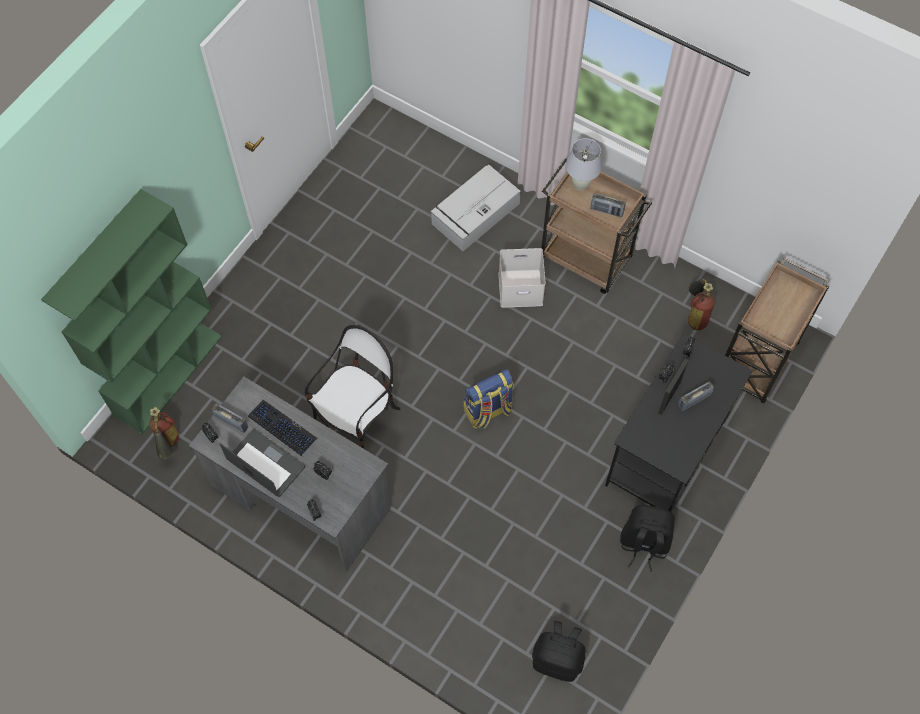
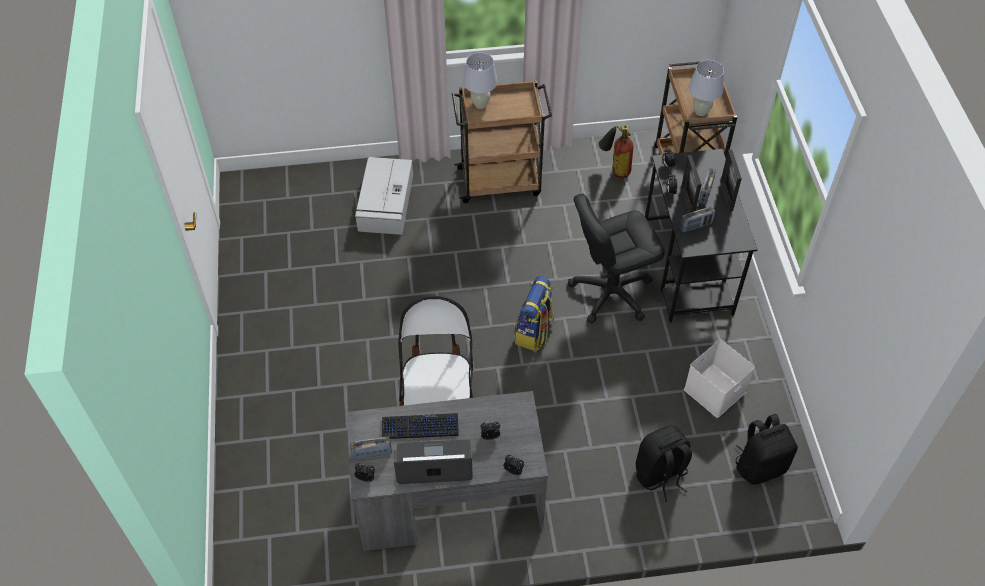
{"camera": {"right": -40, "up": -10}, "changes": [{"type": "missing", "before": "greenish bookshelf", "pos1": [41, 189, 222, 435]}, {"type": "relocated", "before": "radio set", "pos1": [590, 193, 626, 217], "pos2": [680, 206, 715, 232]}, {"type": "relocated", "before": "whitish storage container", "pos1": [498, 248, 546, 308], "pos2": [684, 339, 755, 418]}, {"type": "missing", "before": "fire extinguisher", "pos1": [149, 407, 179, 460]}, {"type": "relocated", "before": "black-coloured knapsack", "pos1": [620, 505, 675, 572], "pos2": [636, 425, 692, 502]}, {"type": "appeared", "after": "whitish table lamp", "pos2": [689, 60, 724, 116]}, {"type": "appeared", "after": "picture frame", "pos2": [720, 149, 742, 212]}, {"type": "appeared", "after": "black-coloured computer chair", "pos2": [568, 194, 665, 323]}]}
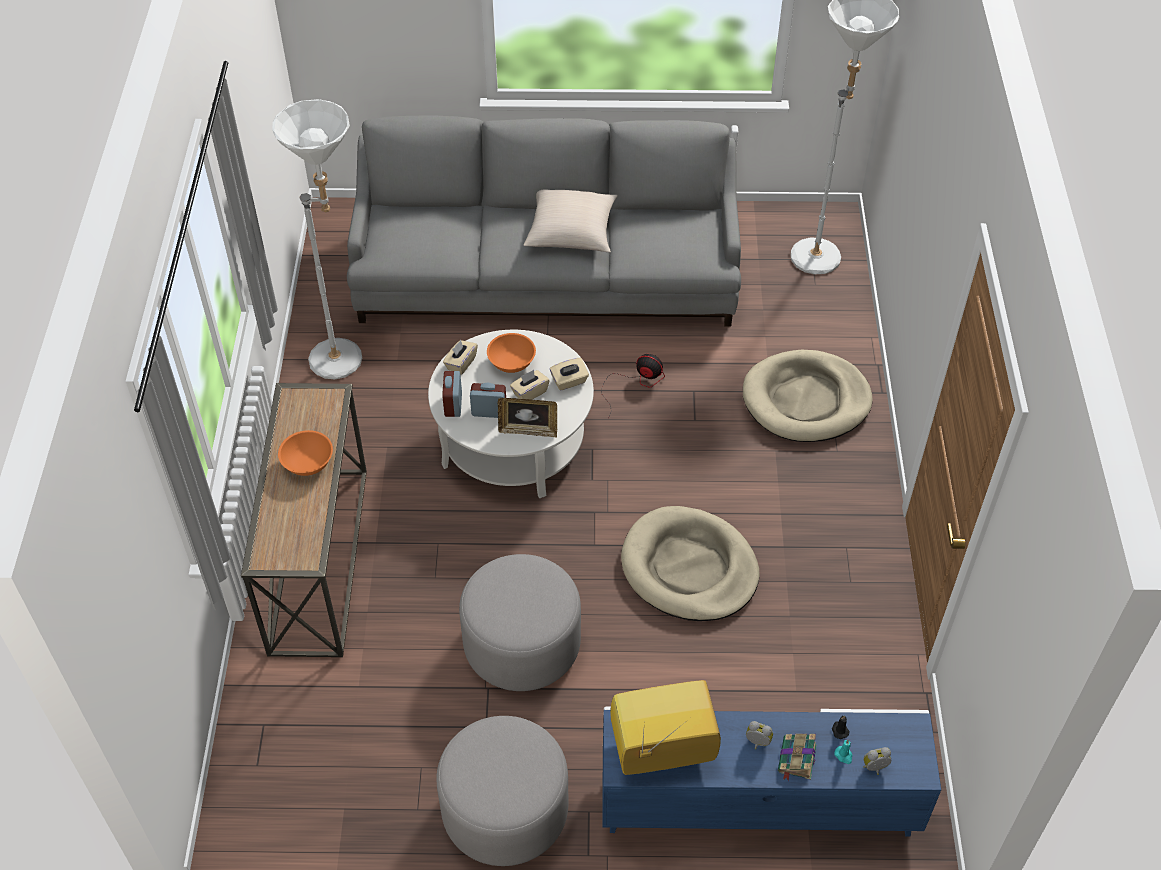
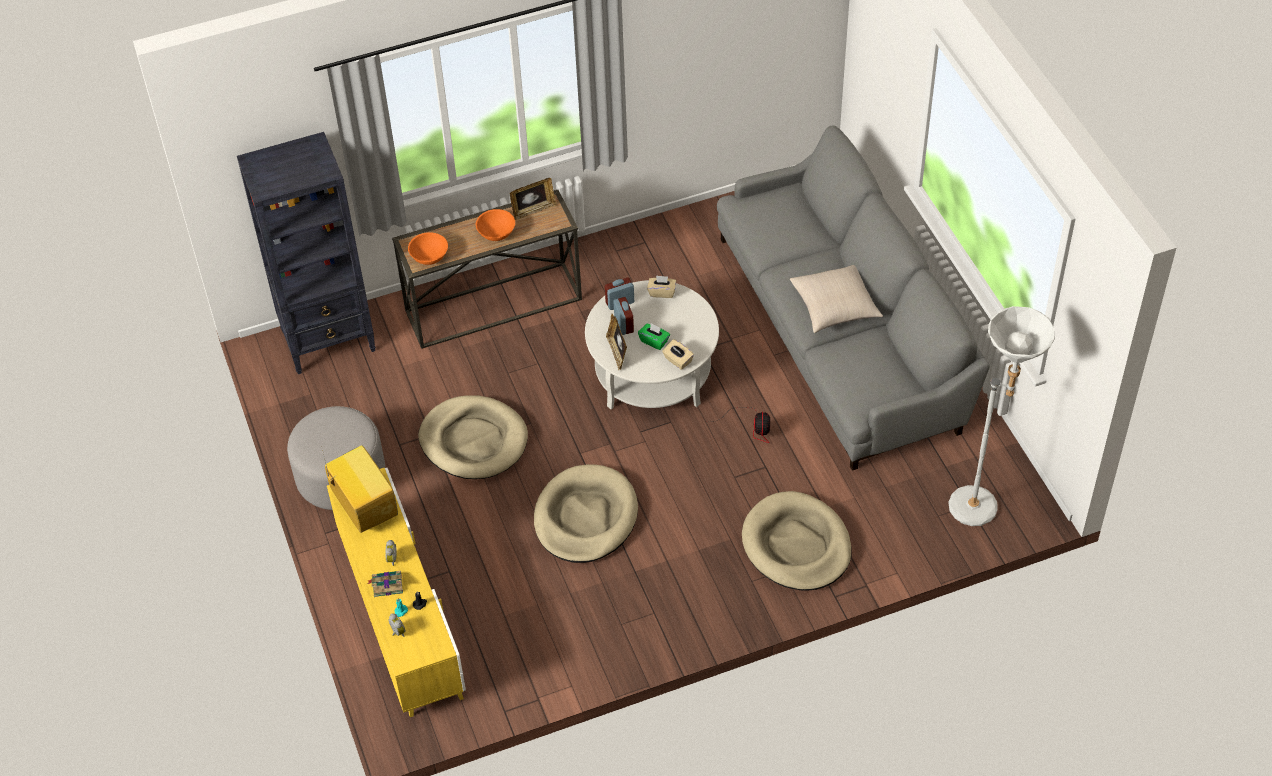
{"camera": {"right": 70, "up": 0}, "changes": [{"type": "missing", "before": "whitish standard lamp", "pos1": [272, 99, 362, 379]}, {"type": "relocated", "before": "orange deep dish", "pos1": [487, 333, 536, 373], "pos2": [408, 232, 448, 265]}, {"type": "colour", "before": "beige box of tissues", "after": "greenish box of tissues", "pos1": [510, 370, 550, 400], "pos2": [638, 323, 670, 350]}, {"type": "exchanged", "before": "greyish pouffe", "after": "beige dog cushion", "pos1": [459, 554, 581, 691], "pos2": [418, 395, 528, 479]}, {"type": "colour", "before": "bluish media console", "after": "yellowish media console", "pos1": [602, 706, 941, 837], "pos2": [327, 468, 466, 717]}, {"type": "appeared", "after": "black-coloured bookshelf", "pos2": [237, 132, 376, 374]}, {"type": "appeared", "after": "picture frame", "pos2": [510, 178, 556, 220]}]}
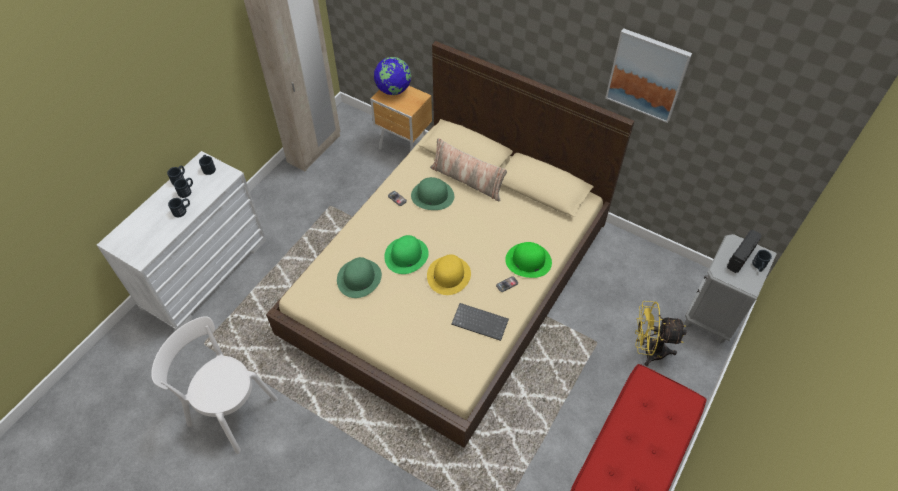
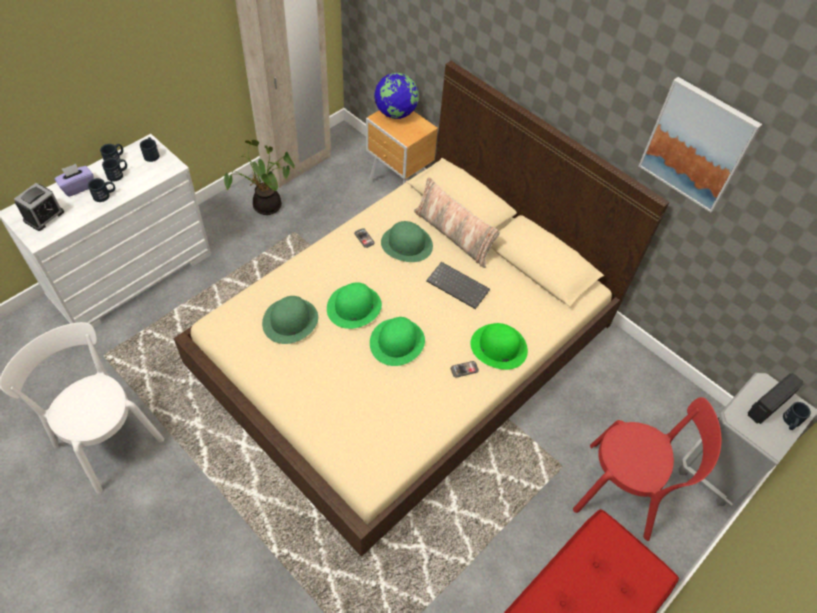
{"camera": {"right": 10, "up": 0}, "changes": [{"type": "colour", "before": "yellowish wearable hat", "after": "greenish wearable hat", "pos1": [427, 254, 471, 295], "pos2": [370, 317, 425, 366]}, {"type": "exchanged", "before": "yellowish electric fan", "after": "red-coloured upright chair", "pos1": [635, 301, 686, 366], "pos2": [573, 397, 721, 541]}, {"type": "relocated", "before": "computer keyboard", "pos1": [451, 303, 509, 341], "pos2": [426, 262, 490, 309]}, {"type": "appeared", "after": "houseplant", "pos2": [224, 140, 295, 215]}, {"type": "appeared", "after": "purple box of tissues", "pos2": [54, 164, 94, 197]}, {"type": "appeared", "after": "table clock", "pos2": [14, 183, 64, 231]}]}
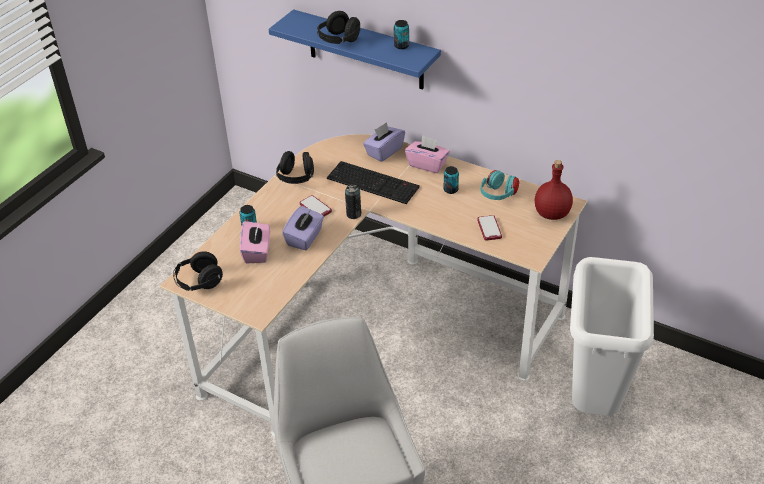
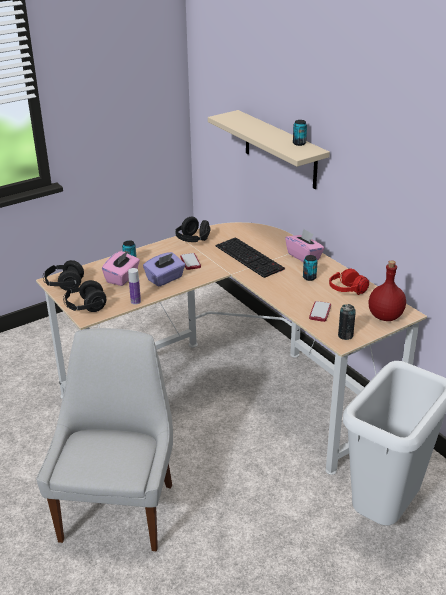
{"camera": {"right": 25, "up": -10}, "changes": [{"type": "colour", "before": "bluish wall shelf", "after": "beige wall shelf", "pos1": [268, 9, 441, 89], "pos2": [208, 110, 330, 189]}, {"type": "relocated", "before": "black-coloured headphones", "pos1": [317, 11, 360, 44], "pos2": [63, 280, 106, 312]}, {"type": "missing", "before": "purple box of tissues", "pos1": [363, 122, 405, 162]}, {"type": "colour", "before": "blue-green headphones", "after": "red-coloured headphones", "pos1": [481, 170, 519, 200], "pos2": [329, 269, 369, 295]}, {"type": "relocated", "before": "sealed can", "pos1": [345, 184, 361, 219], "pos2": [338, 304, 356, 340]}, {"type": "appeared", "after": "bottle", "pos2": [128, 268, 141, 305]}]}
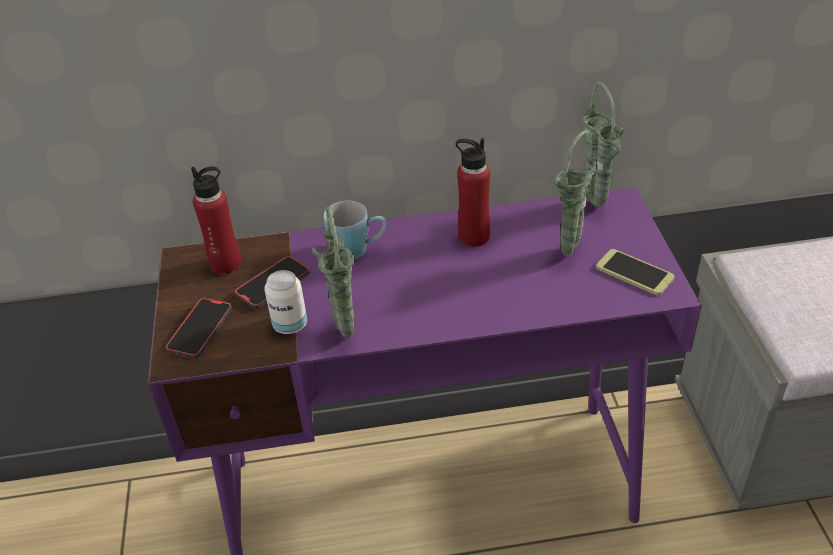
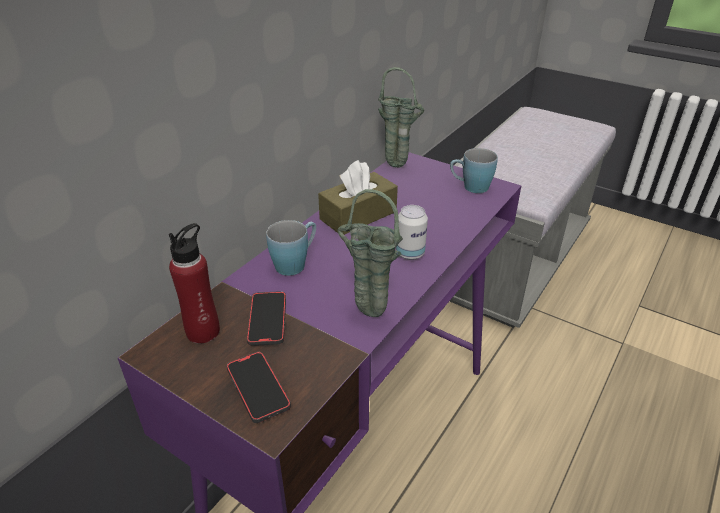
{"camera": {"right": -50, "up": -5}, "changes": [{"type": "missing", "before": "greenish vase", "pos1": [553, 130, 598, 257]}, {"type": "exchanged", "before": "red-coloured bottle", "after": "brown box of tissues", "pos1": [456, 138, 490, 247], "pos2": [318, 160, 398, 235]}, {"type": "exchanged", "before": "telephone", "after": "bluish mug", "pos1": [596, 249, 675, 295], "pos2": [450, 148, 498, 193]}, {"type": "relocated", "before": "sealed can", "pos1": [264, 270, 307, 334], "pos2": [396, 205, 428, 260]}]}
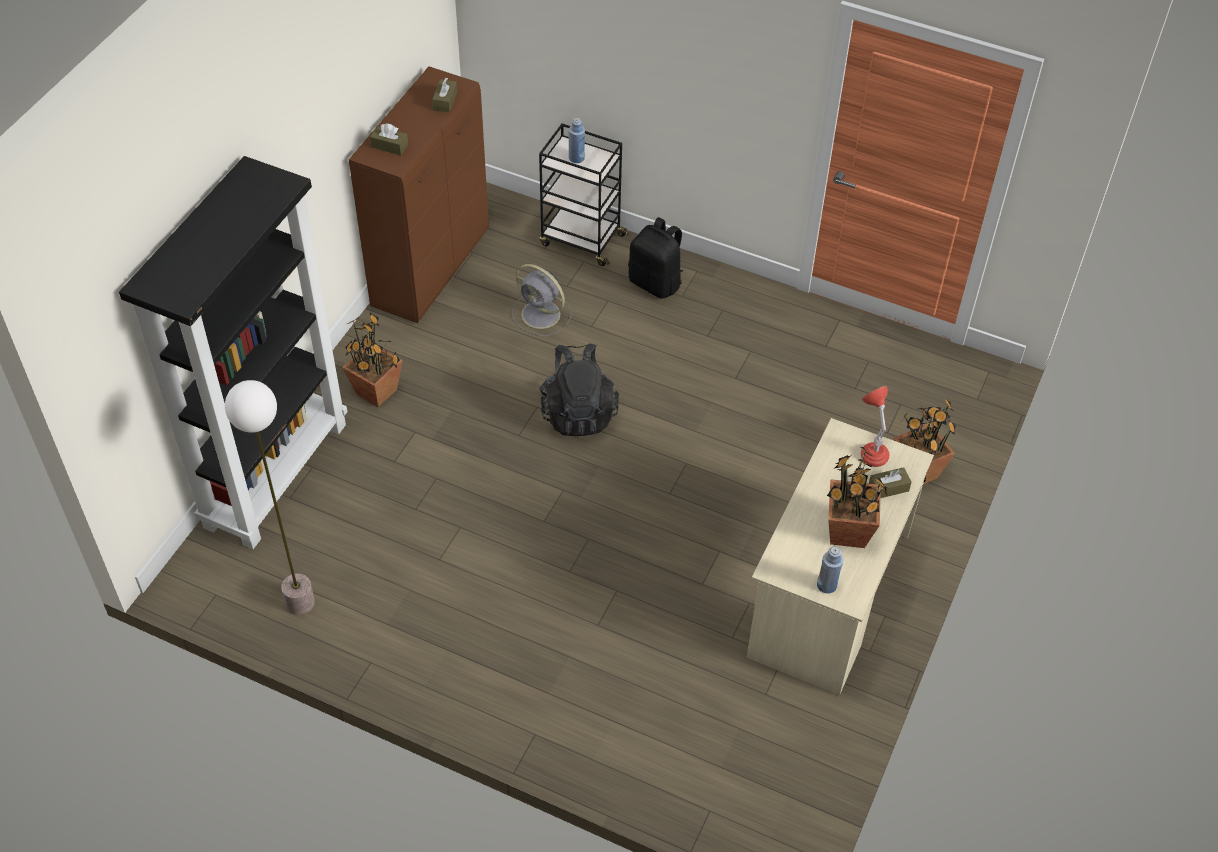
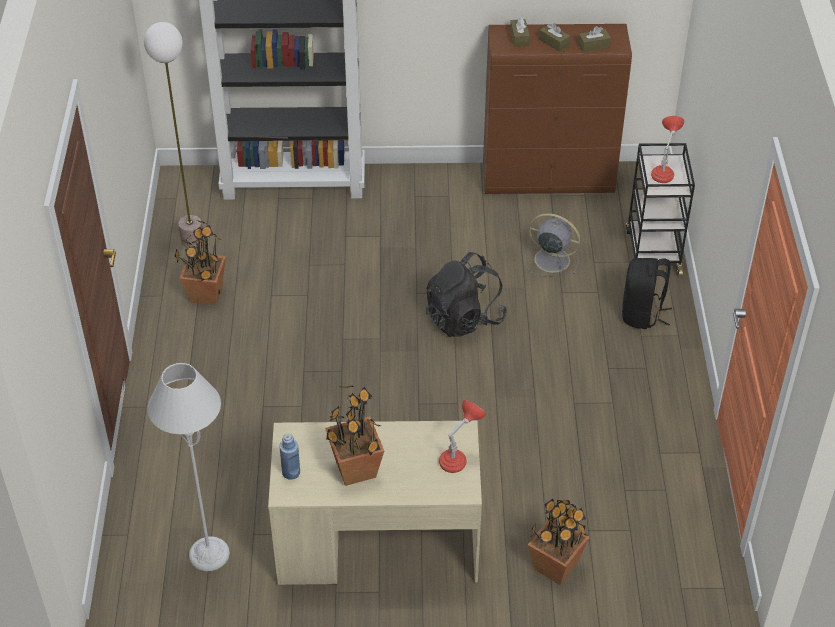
{"camera": {"right": 65, "up": -5}, "changes": [{"type": "exchanged", "before": "bluish bottle", "after": "red-coloured table lamp", "pos1": [569, 118, 585, 163], "pos2": [651, 116, 684, 183]}, {"type": "spun", "before": "greyish electric fan", "pos1": [512, 264, 572, 336], "pos2": [525, 213, 580, 277], "turn": 105}, {"type": "relocated", "before": "houseplant", "pos1": [342, 313, 403, 407], "pos2": [175, 219, 226, 305]}, {"type": "relocated", "before": "brown box of tissues", "pos1": [869, 467, 912, 498], "pos2": [539, 23, 571, 52]}, {"type": "appeared", "after": "greyish standard lamp", "pos2": [147, 363, 230, 571]}]}
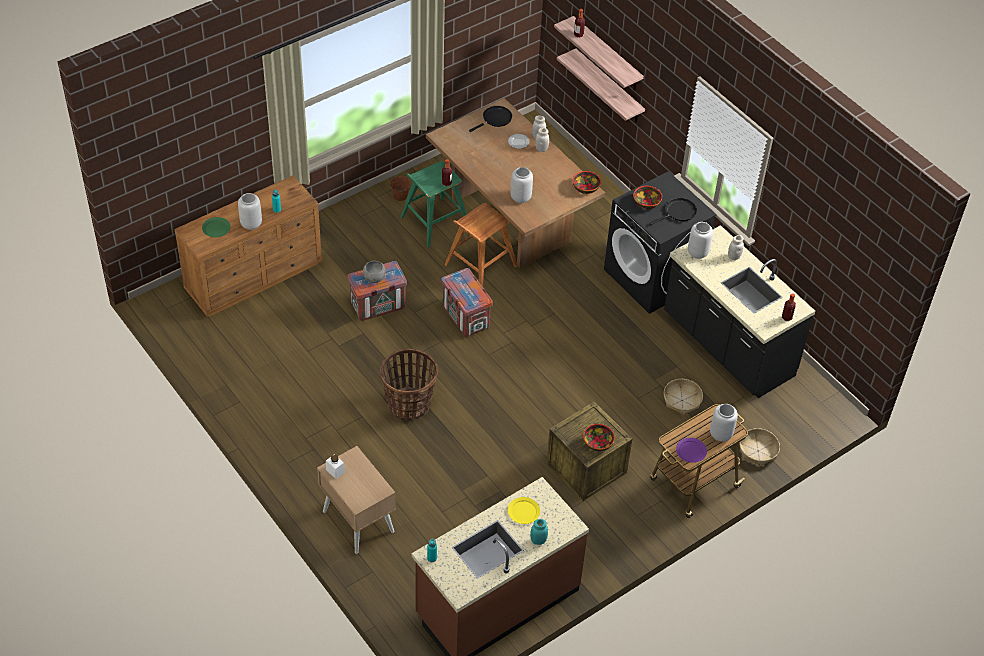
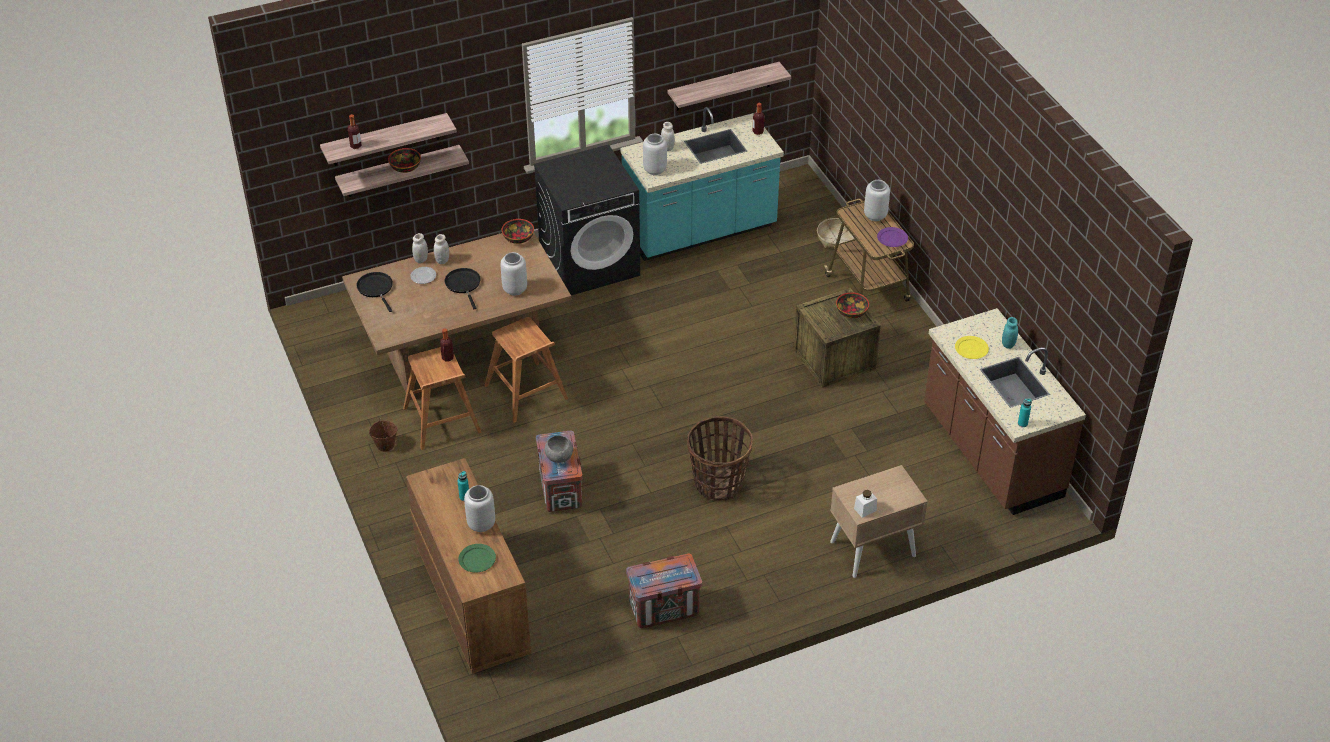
{"camera": {"right": -75, "up": -5}, "changes": [{"type": "colour", "before": "greenish stool", "after": "brown stool", "pos1": [400, 161, 467, 248], "pos2": [403, 347, 482, 450]}, {"type": "relocated", "before": "deep dish", "pos1": [633, 186, 662, 209], "pos2": [388, 148, 421, 173]}, {"type": "relocated", "before": "black-coloured pan", "pos1": [650, 198, 697, 225], "pos2": [445, 268, 481, 309]}, {"type": "colour", "before": "black-coloured counter", "after": "blue-green counter", "pos1": [664, 225, 815, 398], "pos2": [620, 107, 784, 261]}, {"type": "relocated", "before": "shipping crate", "pos1": [441, 268, 493, 337], "pos2": [626, 553, 702, 628]}, {"type": "missing", "before": "basket", "pos1": [664, 379, 703, 415]}, {"type": "appeared", "after": "wall shelf", "pos2": [667, 62, 791, 110]}]}
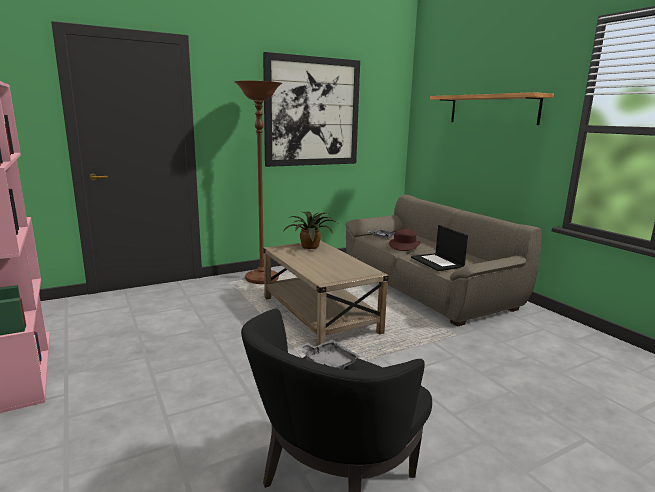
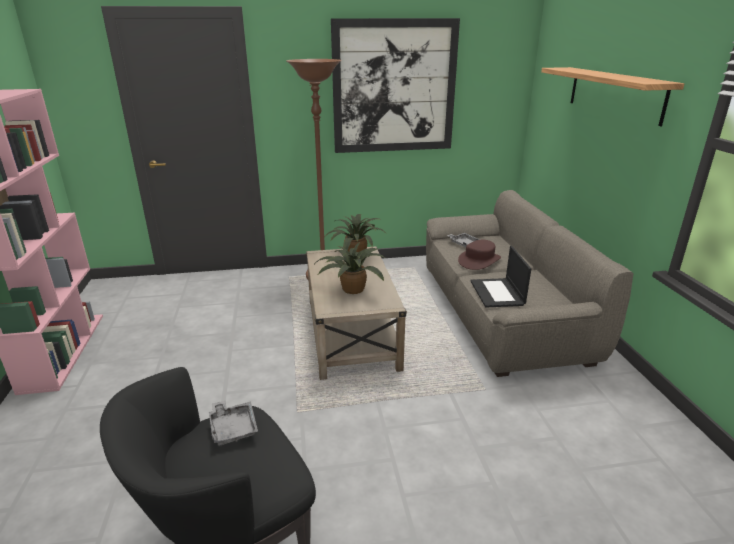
{"camera": {"right": 20, "up": 10}, "changes": [{"type": "appeared", "after": "houseplant", "pos2": [313, 242, 385, 294]}]}
